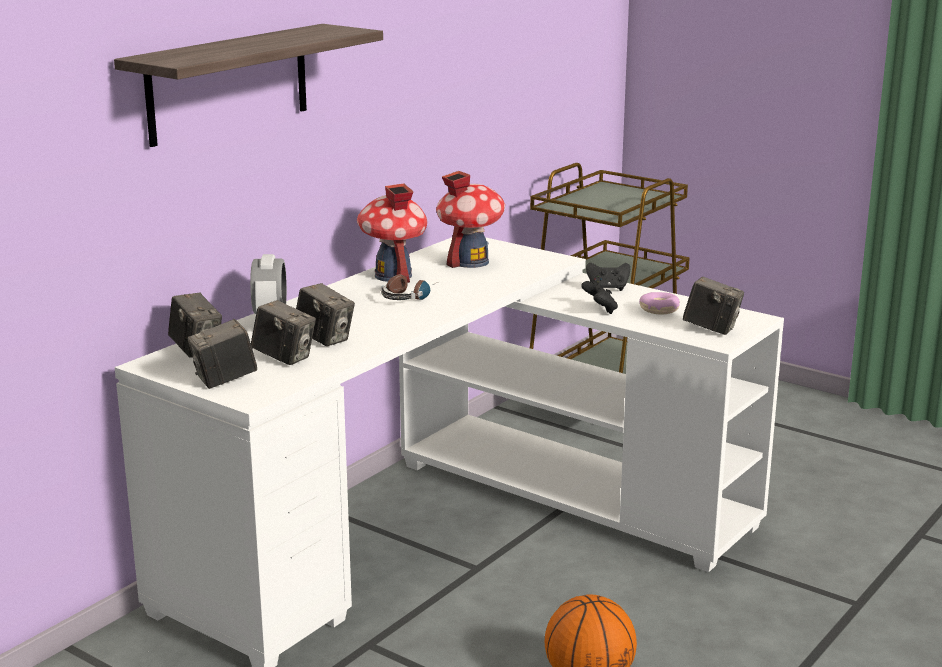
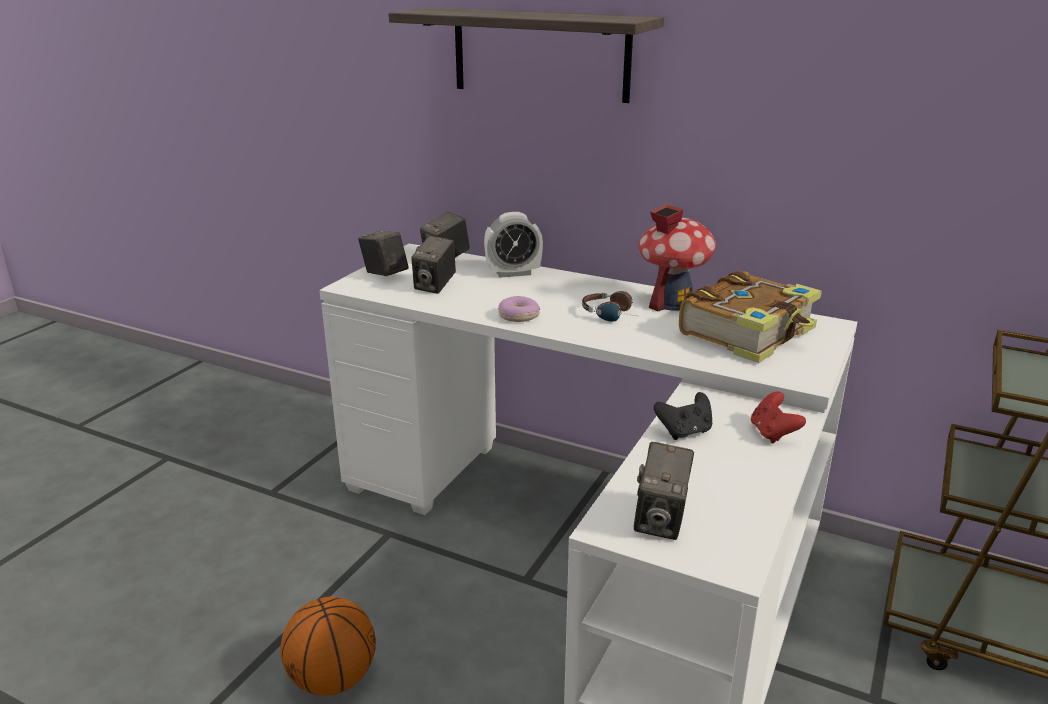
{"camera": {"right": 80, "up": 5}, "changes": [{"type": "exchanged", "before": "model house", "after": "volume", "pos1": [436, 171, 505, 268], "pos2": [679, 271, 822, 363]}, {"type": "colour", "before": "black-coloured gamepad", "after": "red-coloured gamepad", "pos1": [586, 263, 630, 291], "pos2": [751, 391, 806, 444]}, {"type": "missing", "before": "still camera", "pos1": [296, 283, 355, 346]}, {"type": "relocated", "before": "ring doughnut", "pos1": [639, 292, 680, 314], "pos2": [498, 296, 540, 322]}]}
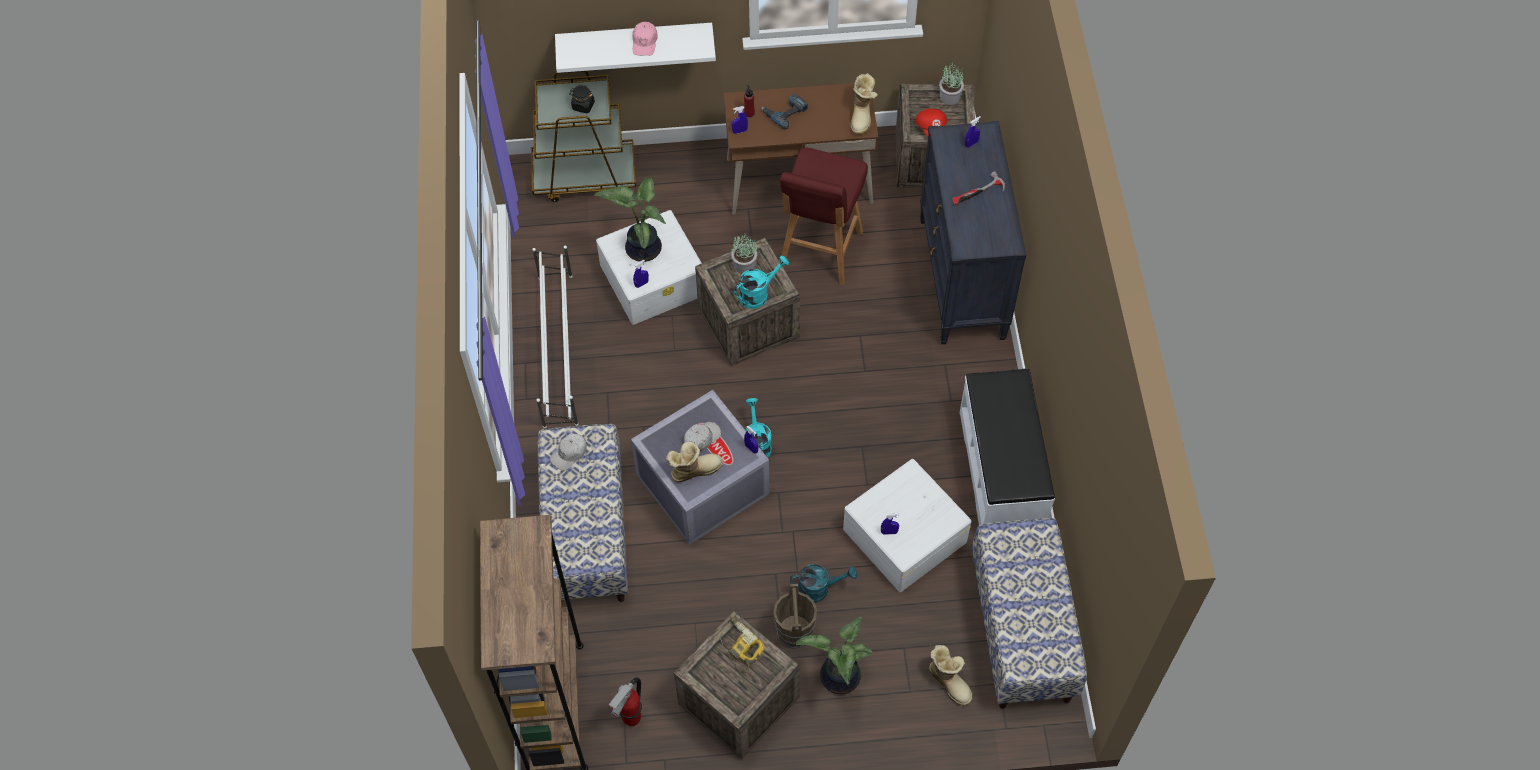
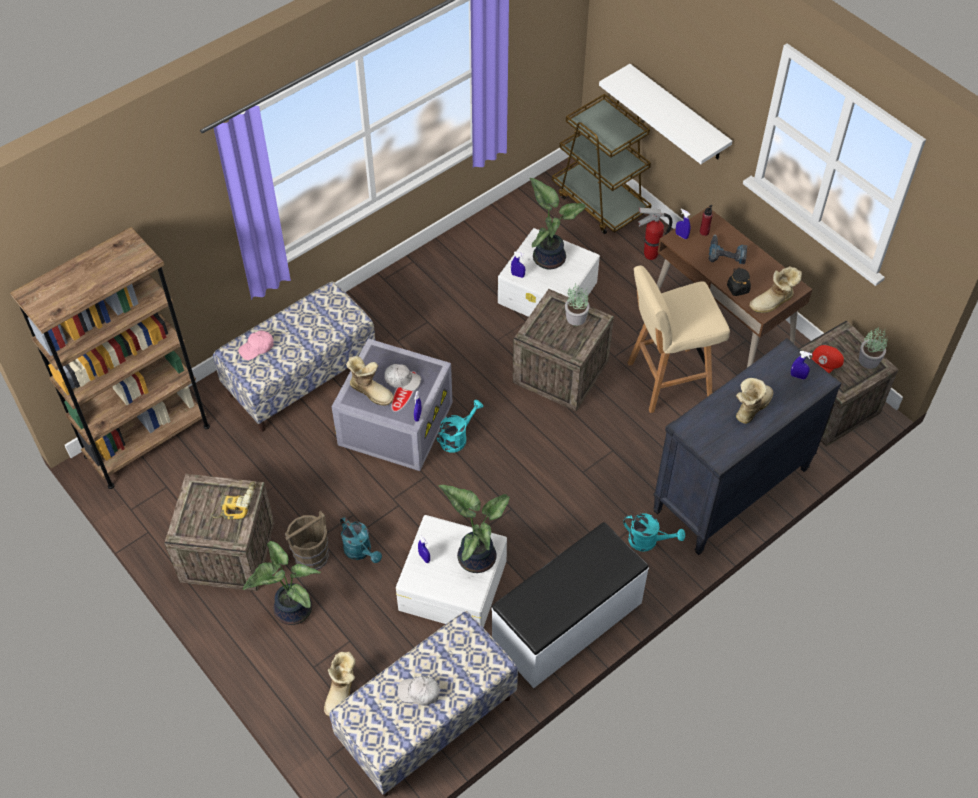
{"camera": {"right": 55, "up": -5}, "changes": [{"type": "relocated", "before": "pinkish baseball cap", "pos1": [633, 22, 658, 56], "pos2": [238, 330, 274, 360]}, {"type": "relocated", "before": "black-coloured preserve jar", "pos1": [569, 85, 595, 113], "pos2": [727, 268, 751, 296]}, {"type": "colour", "before": "red-coloured stool", "after": "beige stool", "pos1": [780, 147, 868, 285], "pos2": [628, 265, 730, 413]}, {"type": "exchanged", "before": "hand hammer", "after": "tall boot", "pos1": [953, 171, 1005, 206], "pos2": [736, 378, 773, 424]}, {"type": "missing", "before": "whitish shoe stand", "pos1": [532, 246, 579, 429]}, {"type": "relocated", "before": "blue-green watering can", "pos1": [734, 256, 789, 309], "pos2": [623, 514, 685, 551]}, {"type": "relocated", "before": "whitish baseball cap", "pos1": [550, 434, 587, 471], "pos2": [397, 676, 440, 705]}, {"type": "relocated", "before": "fire extinguisher", "pos1": [609, 677, 642, 726], "pos2": [638, 208, 672, 260]}, {"type": "appeared", "after": "houseplant", "pos2": [438, 485, 510, 573]}]}
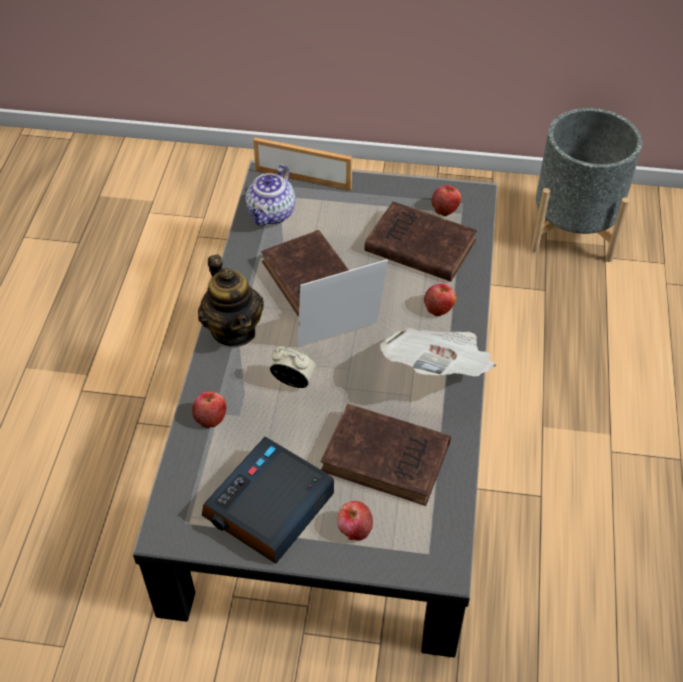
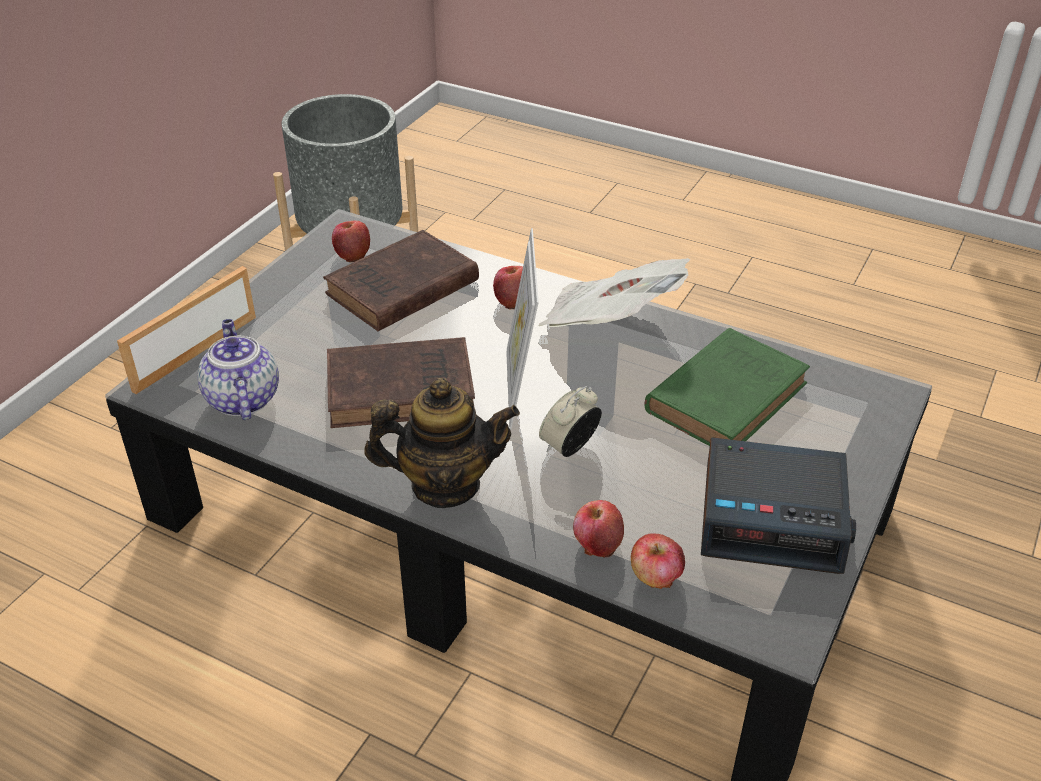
{"camera": {"right": -70, "up": -10}, "changes": [{"type": "spun", "before": "pot for tea", "pos1": [246, 164, 295, 226], "pos2": [198, 319, 279, 420], "turn": -150}, {"type": "colour", "before": "brown volume", "after": "greenish volume", "pos1": [321, 404, 451, 506], "pos2": [645, 328, 810, 446]}, {"type": "spun", "before": "table clock", "pos1": [202, 437, 334, 564], "pos2": [701, 437, 856, 574], "turn": -45}, {"type": "relocated", "before": "apple", "pos1": [337, 501, 373, 541], "pos2": [631, 533, 685, 589]}]}
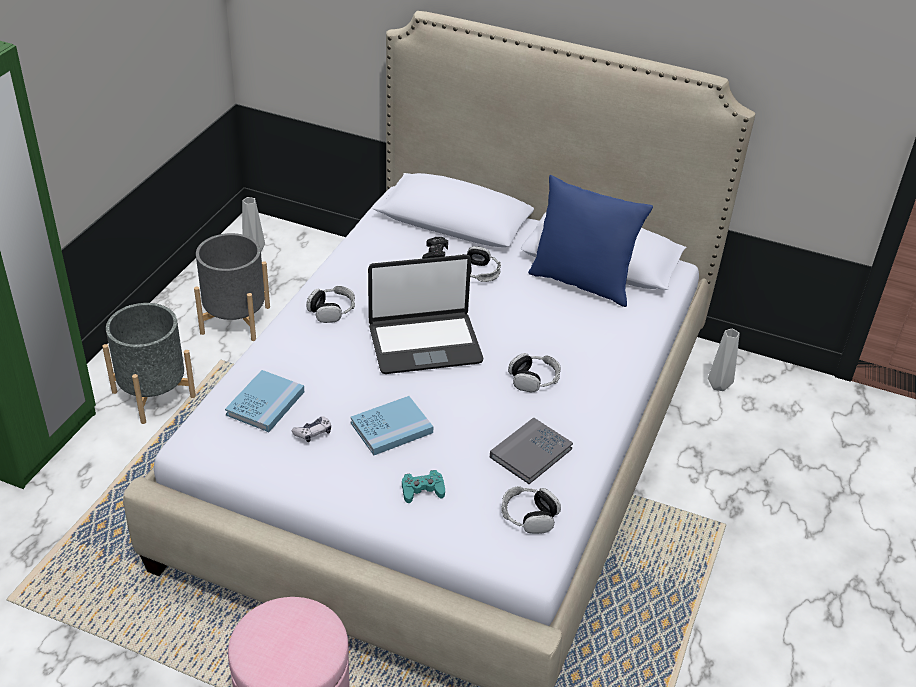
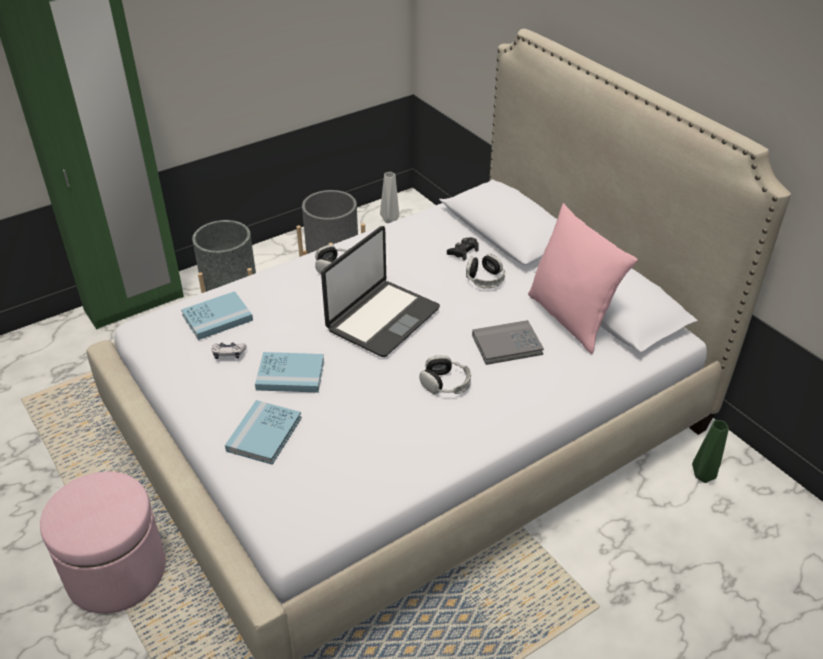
{"camera": {"right": 35, "up": 0}, "changes": [{"type": "colour", "before": "bluish cushion", "after": "pinkish cushion", "pos1": [528, 175, 653, 307], "pos2": [528, 203, 637, 354]}, {"type": "spun", "before": "notebook computer", "pos1": [368, 255, 483, 374], "pos2": [321, 226, 440, 357], "turn": -75}, {"type": "colour", "before": "greyish vase", "after": "greenish vase", "pos1": [708, 329, 740, 391], "pos2": [692, 420, 729, 483]}, {"type": "relocated", "before": "greyish volume", "pos1": [490, 417, 573, 484], "pos2": [472, 320, 544, 365]}, {"type": "exchanged", "before": "blue-green gamepad", "after": "bluish volume", "pos1": [402, 470, 445, 503], "pos2": [225, 400, 302, 465]}, {"type": "missing", "before": "headphones", "pos1": [501, 486, 561, 534]}]}
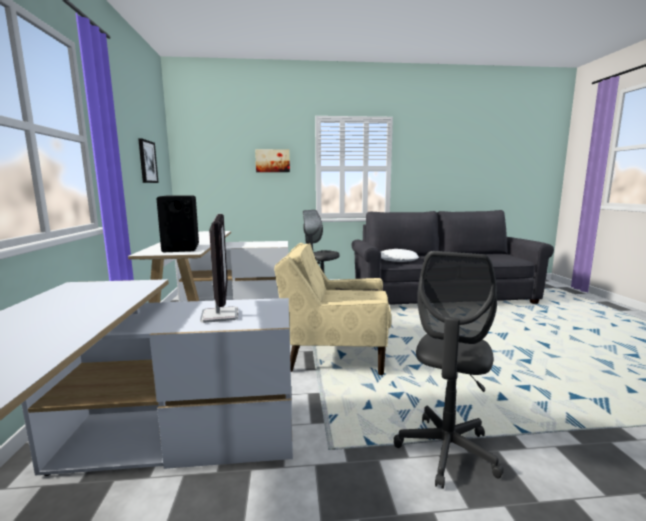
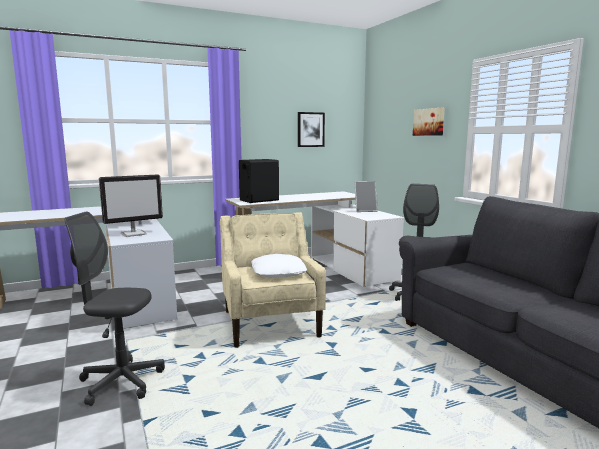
{"camera": {"right": 70, "up": 0}, "changes": [{"type": "relocated", "before": "whitish cushion", "pos1": [381, 249, 419, 262], "pos2": [251, 254, 307, 278]}, {"type": "appeared", "after": "picture frame", "pos2": [354, 181, 377, 212]}]}
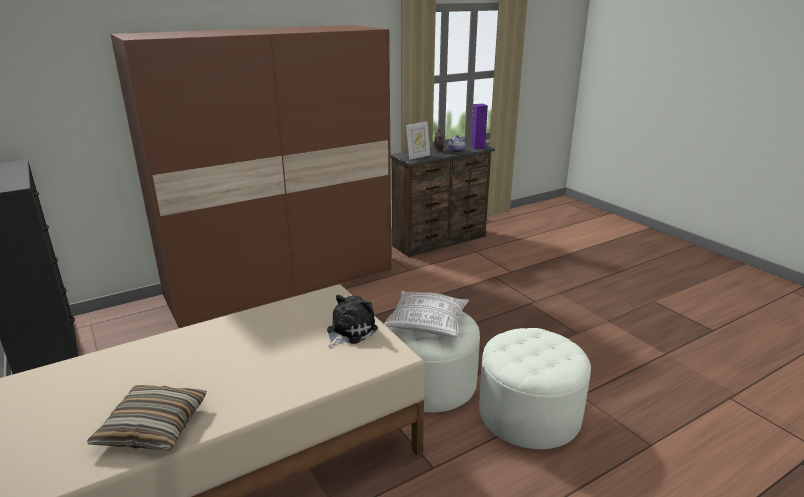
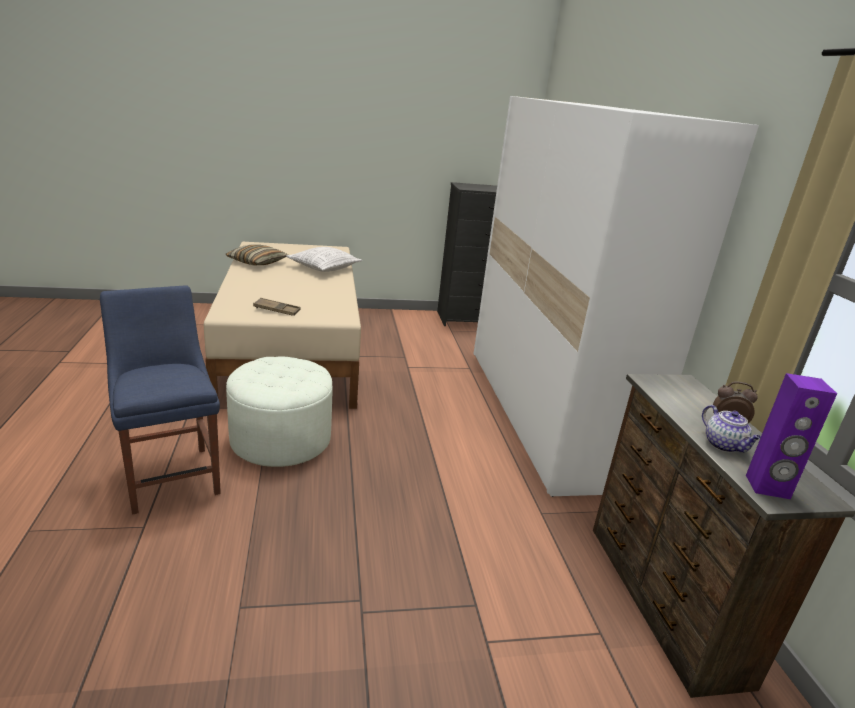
{"camera": {"right": 110, "up": 0}, "changes": [{"type": "colour", "before": "brown clothes cupboard", "after": "whitish clothes cupboard", "pos1": [110, 25, 391, 328], "pos2": [474, 96, 759, 497]}, {"type": "missing", "before": "picture frame", "pos1": [406, 121, 430, 160]}, {"type": "relocated", "before": "cushion", "pos1": [384, 291, 469, 337], "pos2": [286, 247, 362, 272]}, {"type": "exchanged", "before": "plush toy", "after": "brown tray", "pos1": [327, 295, 378, 349], "pos2": [253, 298, 301, 316]}, {"type": "exchanged", "before": "whitish pouffe", "after": "bluish upright chair", "pos1": [479, 328, 591, 450], "pos2": [100, 285, 221, 515]}]}
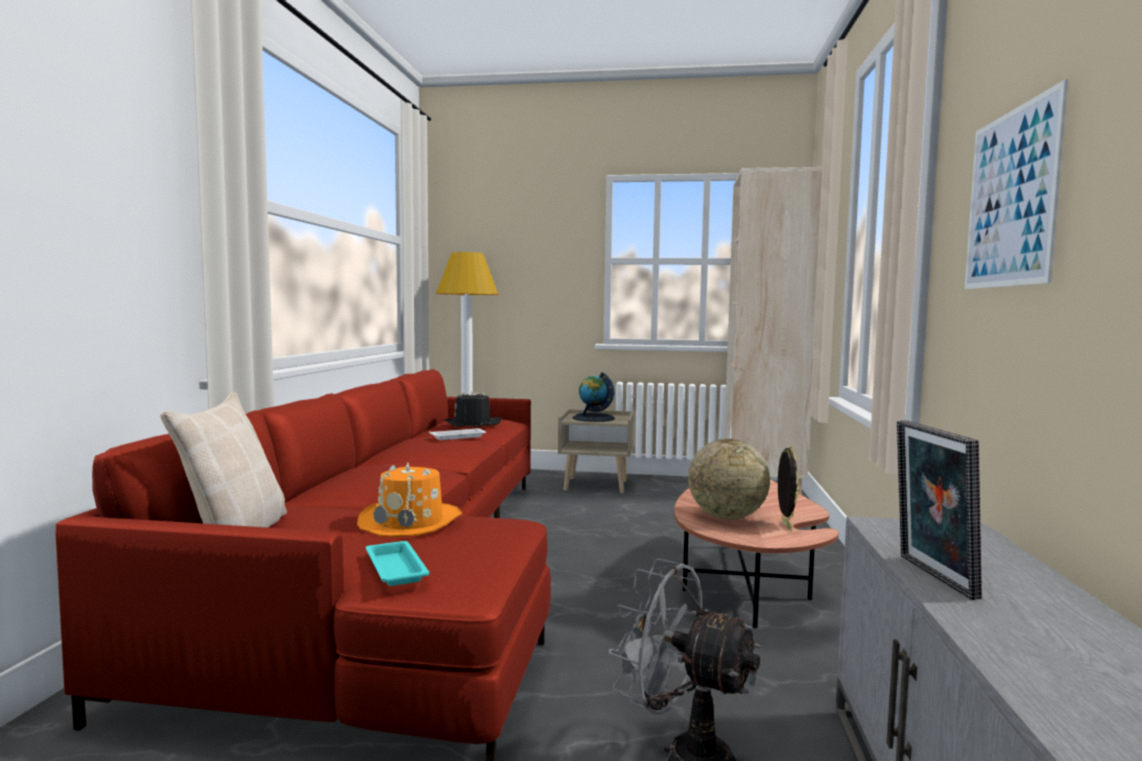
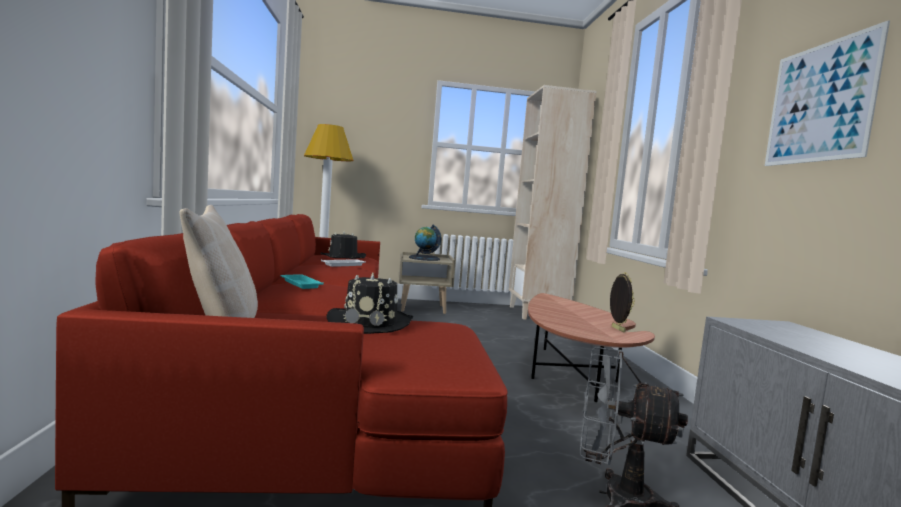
{"camera": {"right": -15, "up": 0}, "changes": [{"type": "missing", "before": "picture frame", "pos1": [897, 420, 982, 600]}, {"type": "missing", "before": "desk globe", "pos1": [688, 439, 770, 520]}, {"type": "colour", "before": "orange wearable hat", "after": "black-coloured wearable hat", "pos1": [357, 462, 462, 537], "pos2": [327, 273, 413, 334]}, {"type": "relocated", "before": "blue-green tray", "pos1": [366, 541, 430, 586], "pos2": [281, 274, 324, 289]}]}
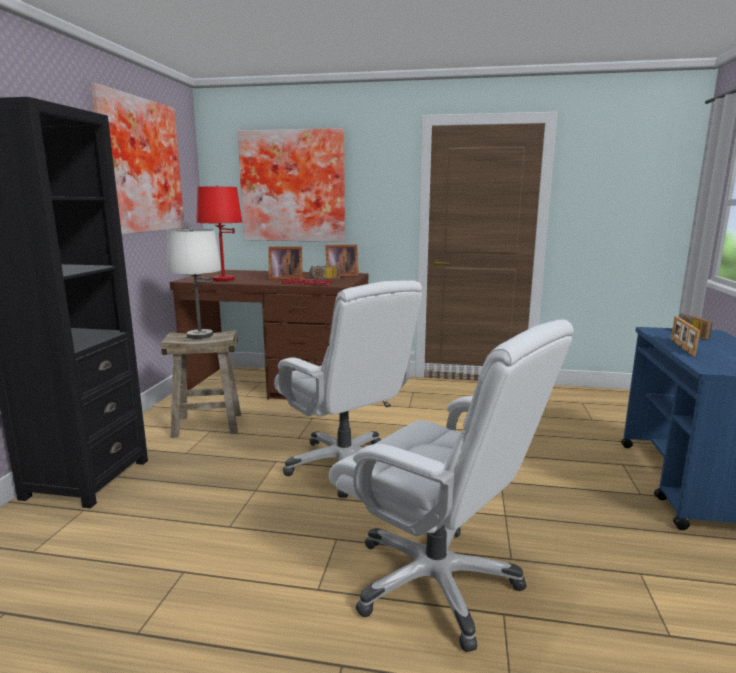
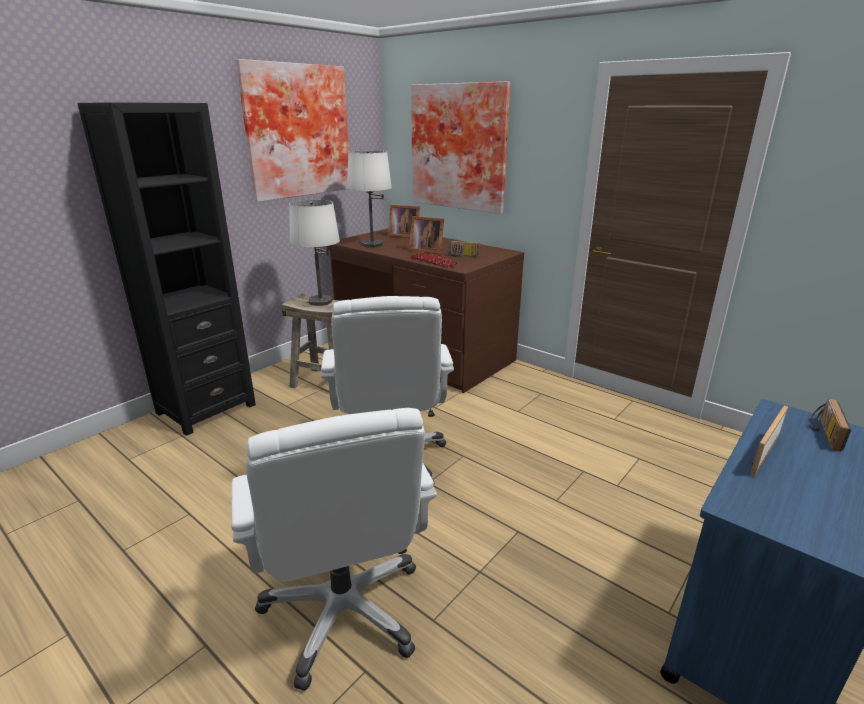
{"camera": {"right": 30, "up": 10}, "changes": [{"type": "colour", "before": "red-coloured table lamp", "after": "whitish table lamp", "pos1": [196, 186, 242, 282], "pos2": [347, 150, 392, 248]}, {"type": "relocated", "before": "picture frame", "pos1": [325, 245, 359, 277], "pos2": [388, 205, 420, 238]}]}
